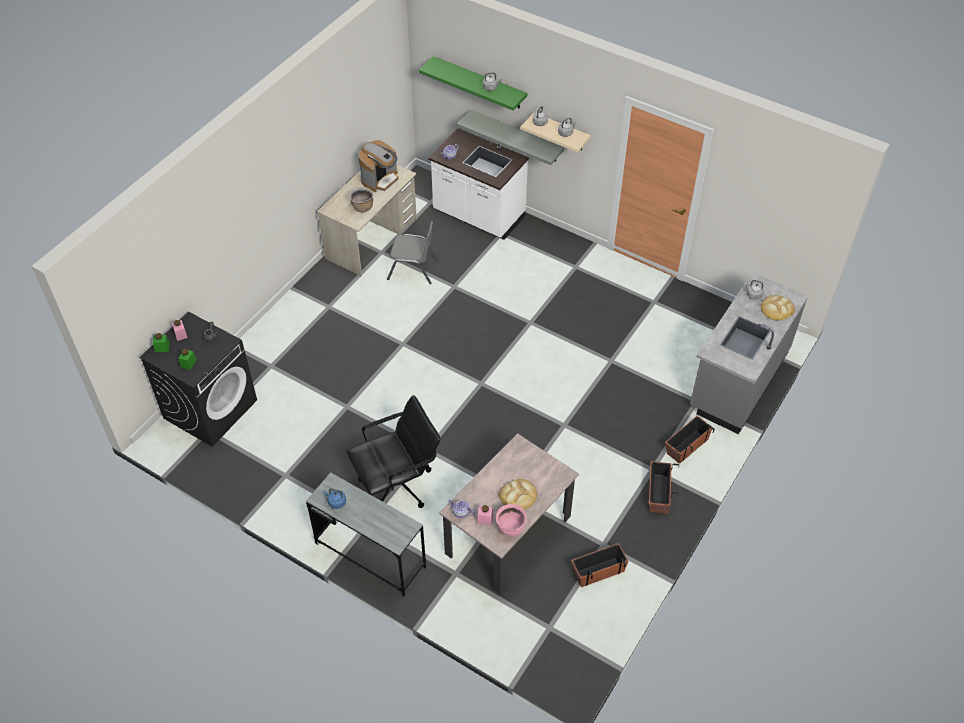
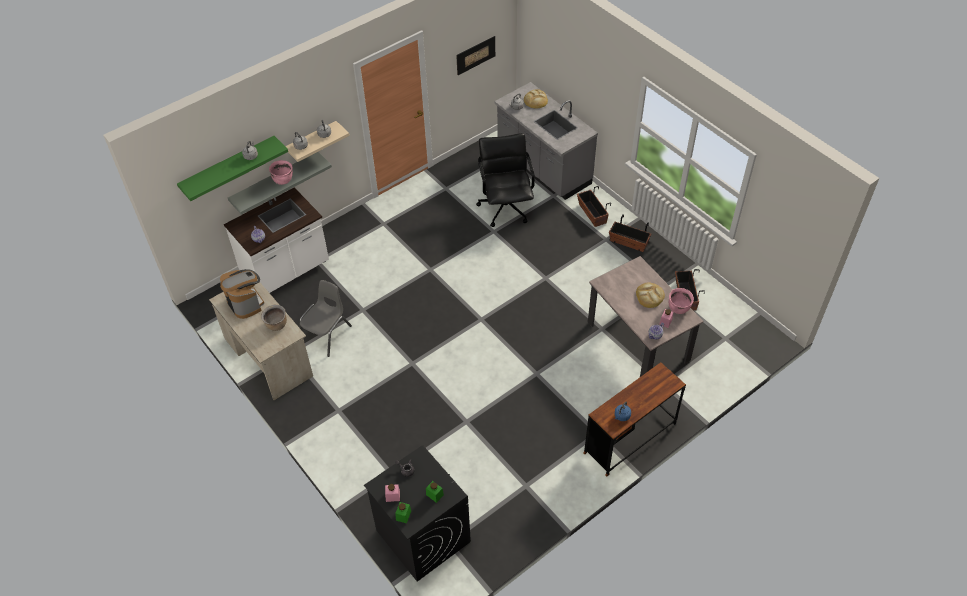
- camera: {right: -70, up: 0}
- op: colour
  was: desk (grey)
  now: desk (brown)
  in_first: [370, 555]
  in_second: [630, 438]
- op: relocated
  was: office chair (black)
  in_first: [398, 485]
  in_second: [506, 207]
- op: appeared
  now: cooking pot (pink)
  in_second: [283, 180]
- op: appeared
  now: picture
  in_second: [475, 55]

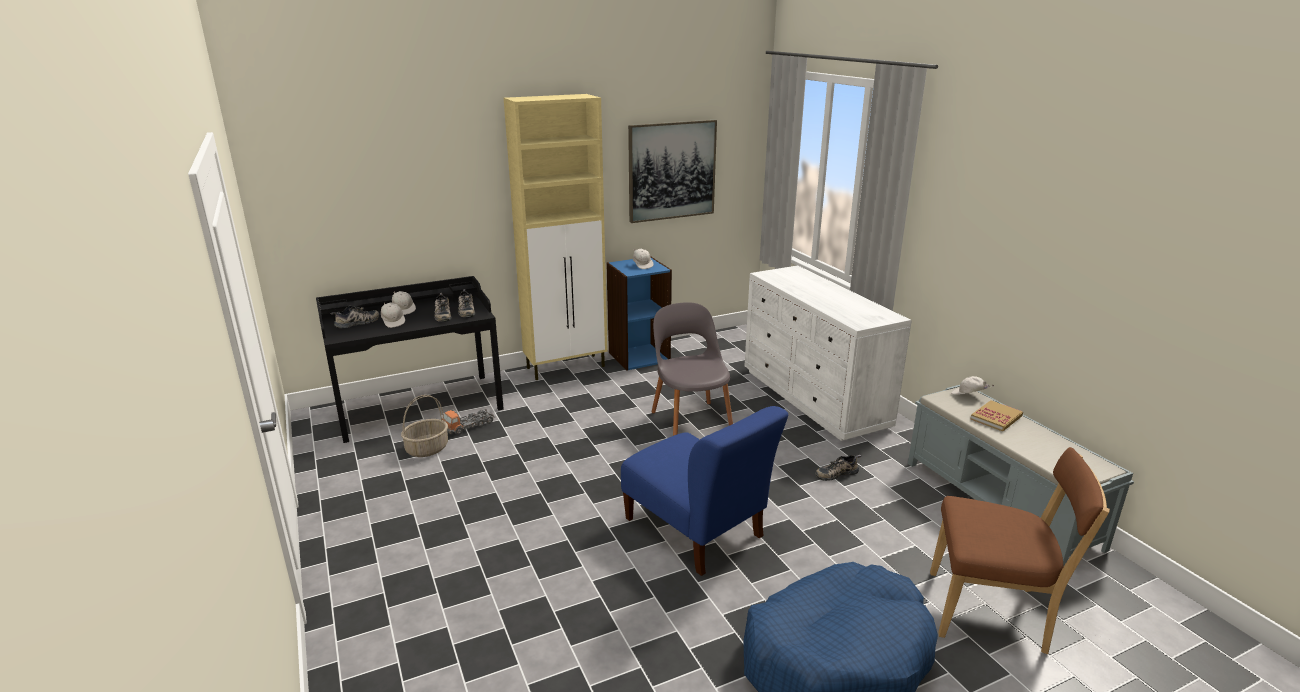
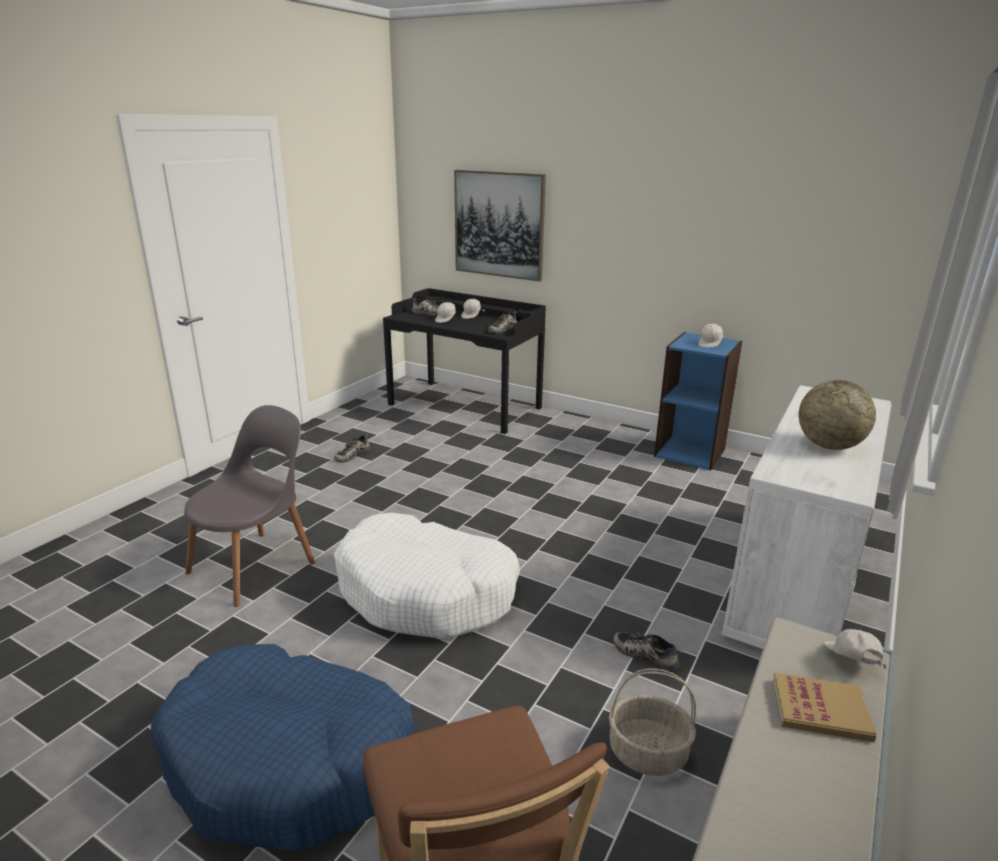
- camera: {right: 55, up: 0}
- op: relocated
  was: basket
  in_first: [427, 448]
  in_second: [648, 752]
- op: relocated
  was: shoe
  in_first: [442, 314]
  in_second: [352, 454]
- op: missing
  was: toy truck
  in_first: [469, 426]
- op: missing
  was: cabinet (beige)
  in_first: [567, 367]
- op: exchanged
  was: chair (blue)
  now: dog bed (white)
  in_first: [697, 531]
  in_second: [427, 592]
- op: relocated
  was: picture
  in_first: [671, 170]
  in_second: [499, 225]
- op: relocated
  was: chair (grey)
  in_first: [690, 420]
  in_second: [256, 565]
- op: appeared
  now: globe
  in_second: [829, 446]

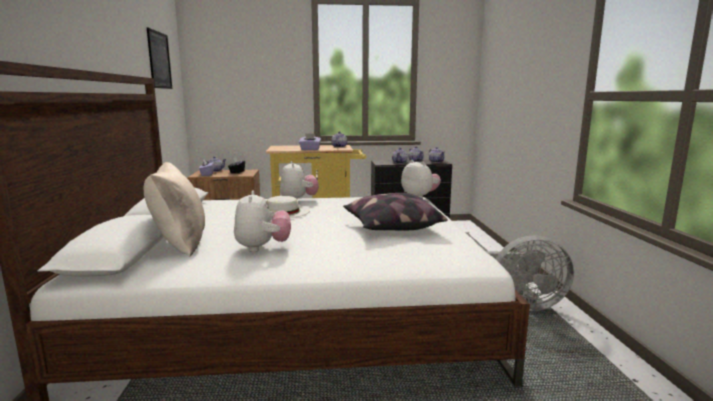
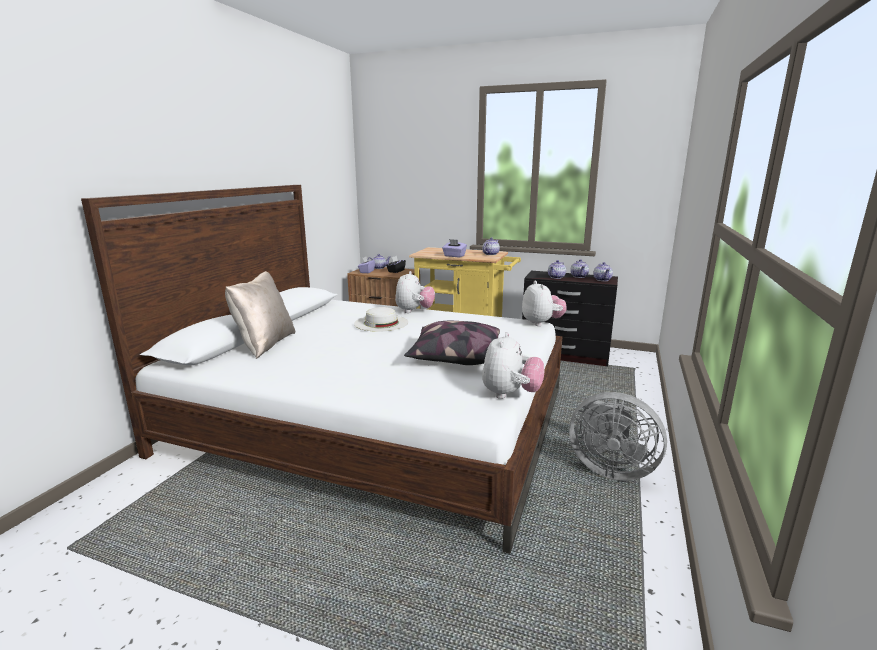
- camera: {right: 25, up: 5}
- op: missing
  was: picture
  in_first: [159, 60]
- op: relocated
  was: plush toy
  in_first: [262, 248]
  in_second: [510, 394]

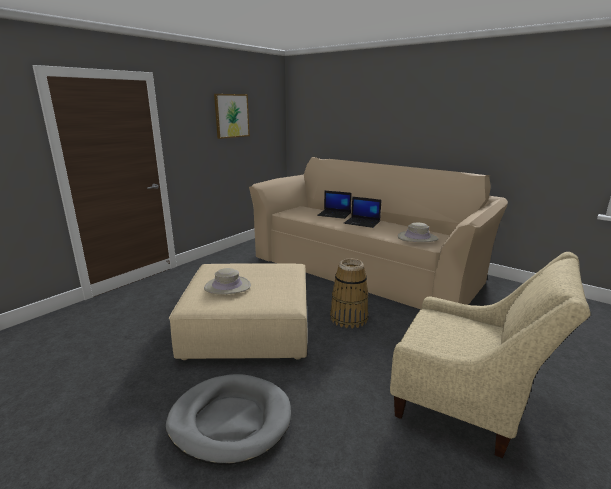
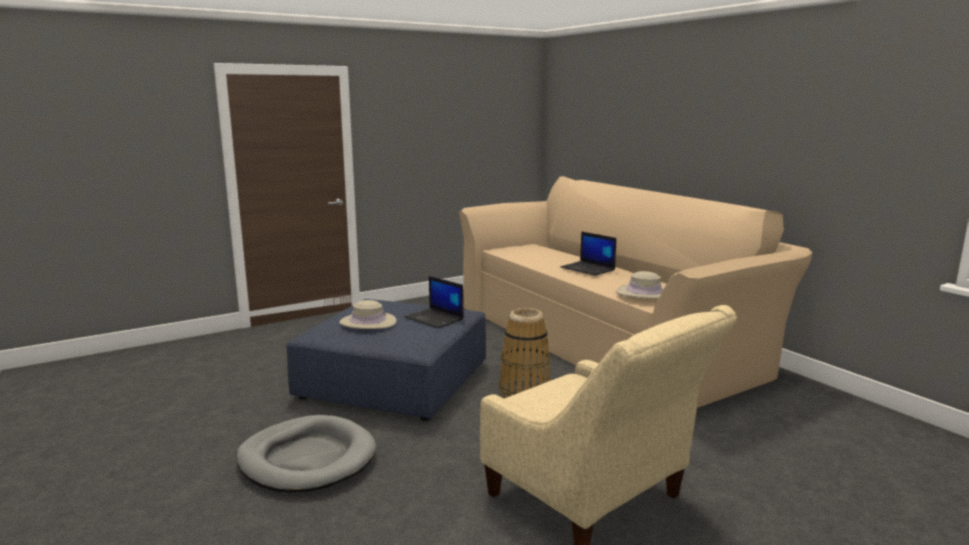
- camera: {right: 20, up: -5}
- op: colour
  was: ottoman (beige)
  now: ottoman (blue)
  in_first: [248, 327]
  in_second: [394, 380]
- op: missing
  was: picture
  in_first: [231, 116]
- op: relocated
  was: laptop
  in_first: [334, 214]
  in_second: [435, 318]

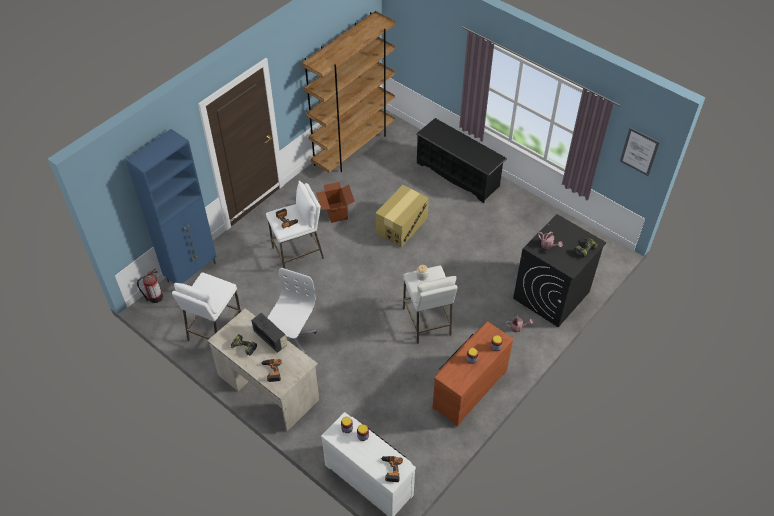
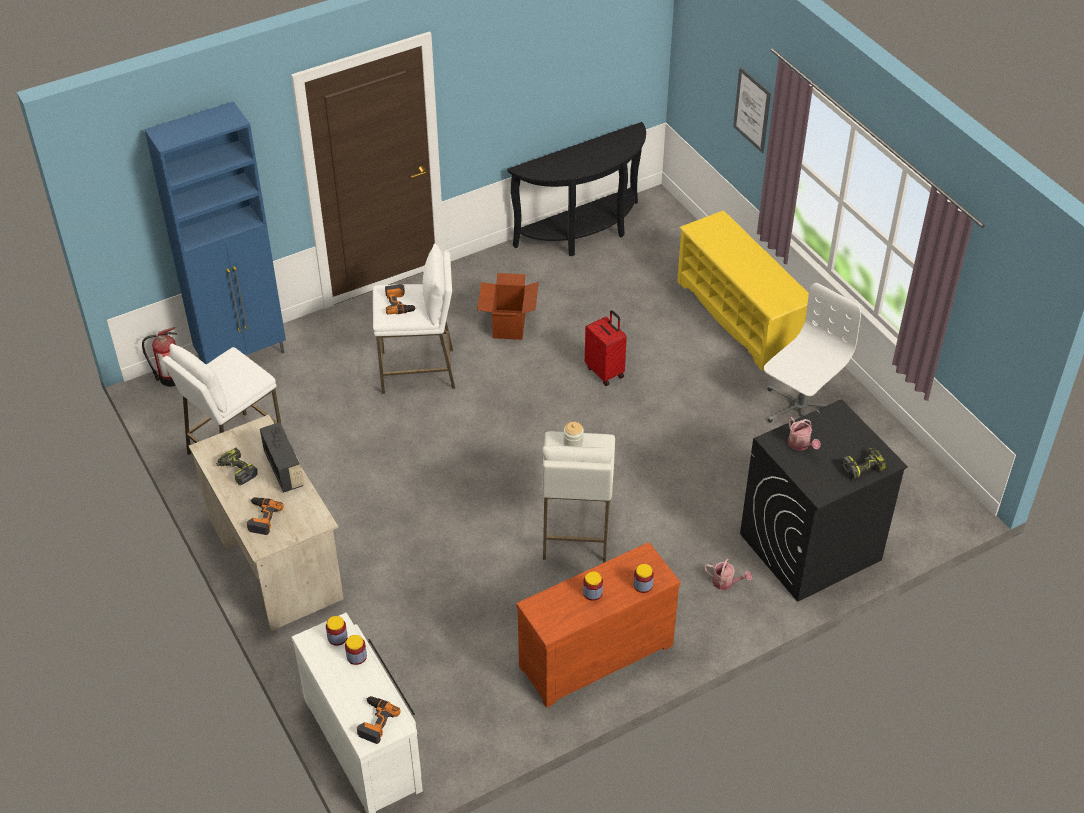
- camera: {right: 20, up: -5}
- op: relocated
  was: office chair (white)
  in_first: [292, 337]
  in_second: [799, 407]
- op: exchanged
  was: bookcase (brown)
  now: console table (black)
  in_first: [353, 147]
  in_second: [584, 233]
- op: exchanged
  was: cardboard box
  now: suitcase (red)
  in_first: [401, 226]
  in_second: [605, 372]
- op: colour
  was: shoe rack (black)
  now: shoe rack (yellow)
  in_first: [458, 174]
  in_second: [739, 316]
- op: relocated
  was: picture
  in_first: [639, 151]
  in_second: [752, 110]

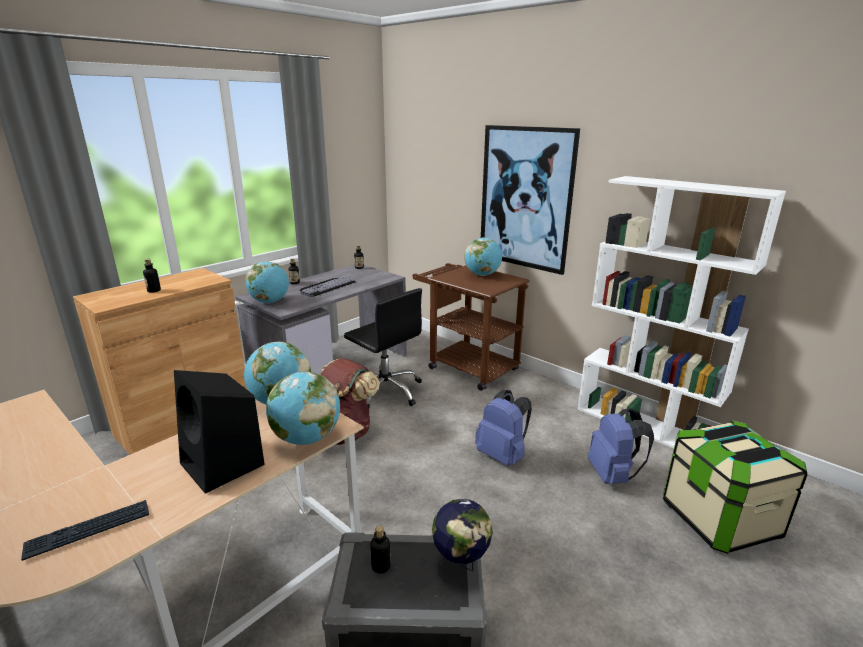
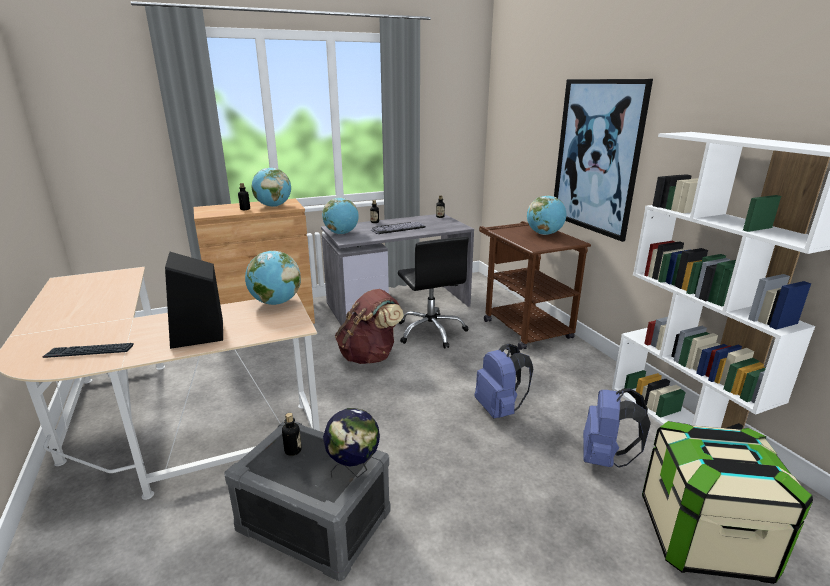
- camera: {right: 25, up: 0}
- op: relocated
  was: globe
  in_first: [306, 438]
  in_second: [273, 206]

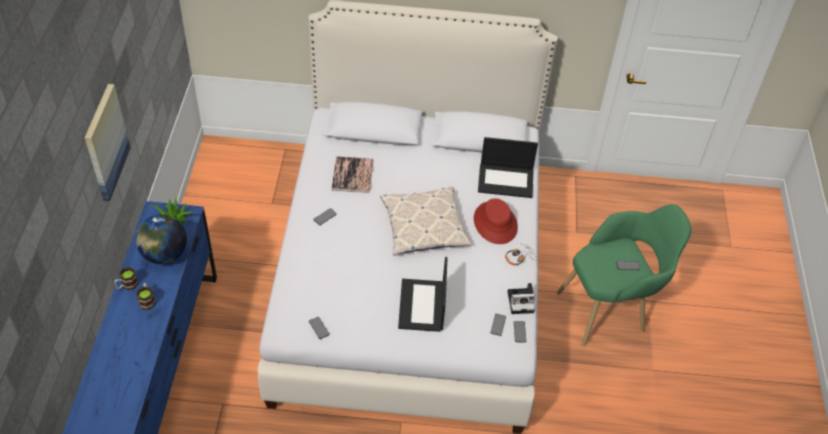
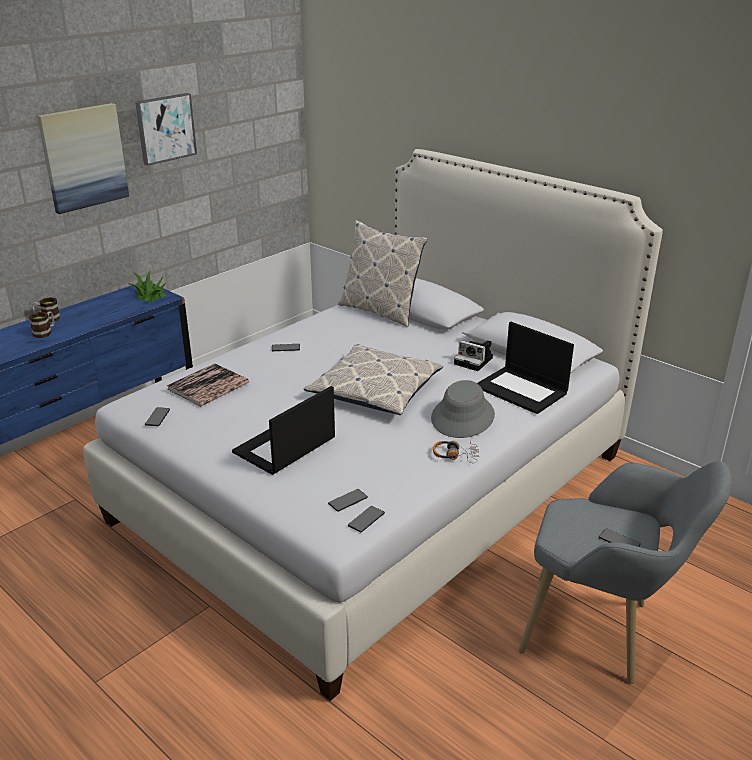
- camera: {right: 40, up: -20}
- op: missing
  was: globe
  in_first: [164, 255]
- op: relocated
  was: book
  in_first: [352, 175]
  in_second: [208, 386]
- op: colour
  was: hat (red)
  now: hat (grey)
  in_first: [495, 223]
  in_second: [463, 417]
- op: relocated
  was: photo camera
  in_first: [521, 301]
  in_second: [475, 361]
- op: colour
  was: armchair (green)
  now: armchair (grey)
  in_first: [611, 309]
  in_second: [603, 634]
- op: appeared
  now: picture
  in_second: [165, 128]
- op: appeared
  now: pillow
  in_second: [380, 311]

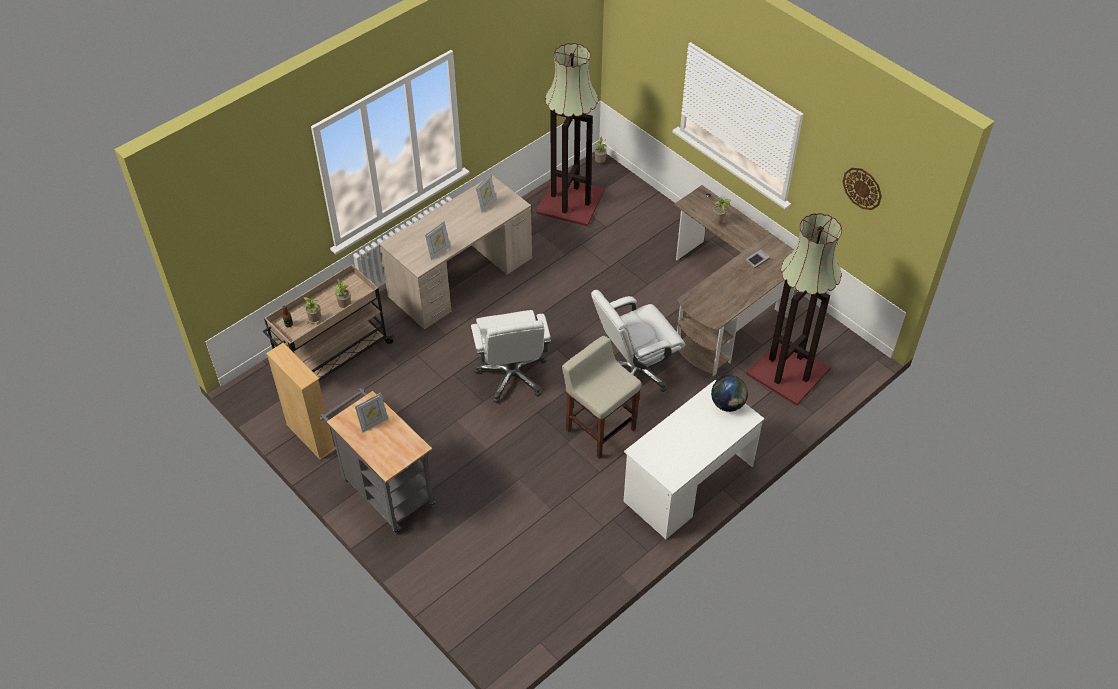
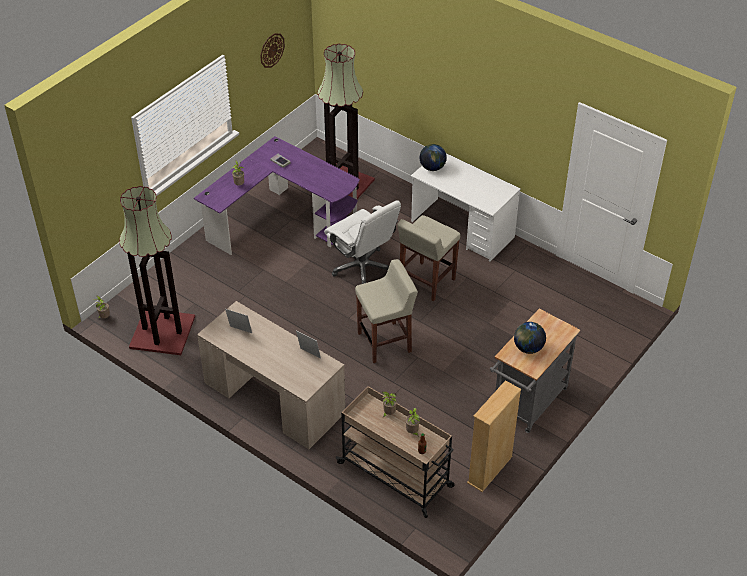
- camera: {right: -100, up: -5}
- op: exchanged
  was: picture frame
  now: globe
  in_first: [373, 423]
  in_second: [528, 348]
- op: exchanged
  was: office chair (white)
  now: stool (beige)
  in_first: [512, 376]
  in_second: [385, 342]
- op: colour
  was: desk (brown)
  now: desk (purple)
  in_first: [727, 308]
  in_second: [282, 221]

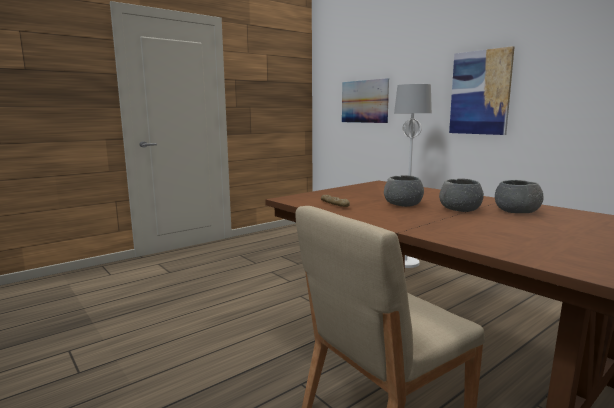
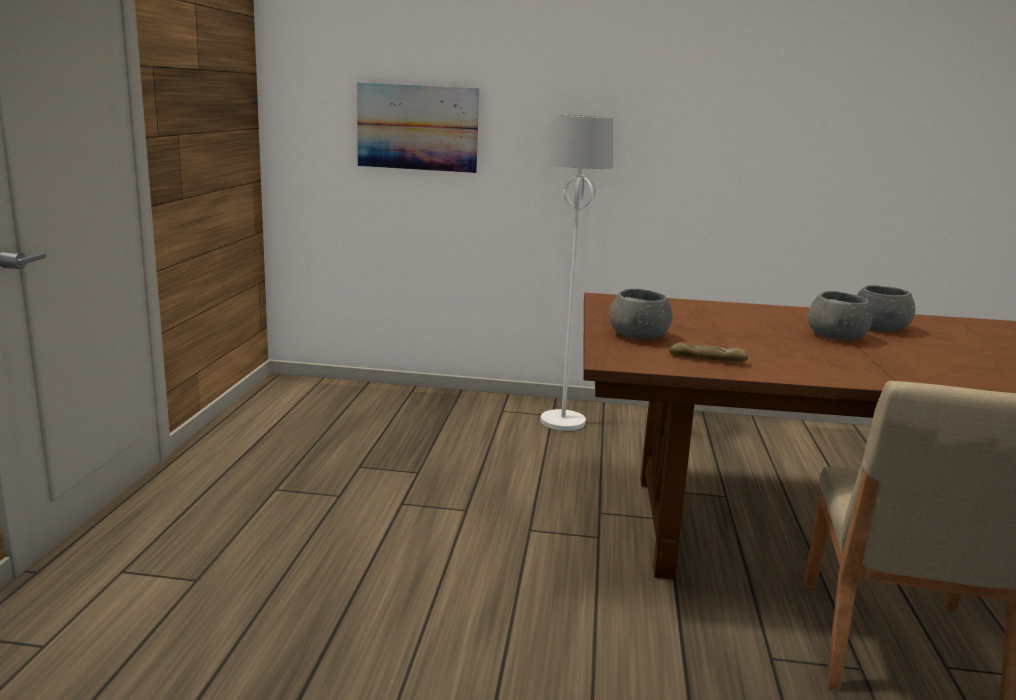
- camera: {right: -45, up: 5}
- op: relocated
  was: bowl (grey)
  in_first: [403, 204]
  in_second: [638, 335]
- op: missing
  was: picture
  in_first: [480, 93]

